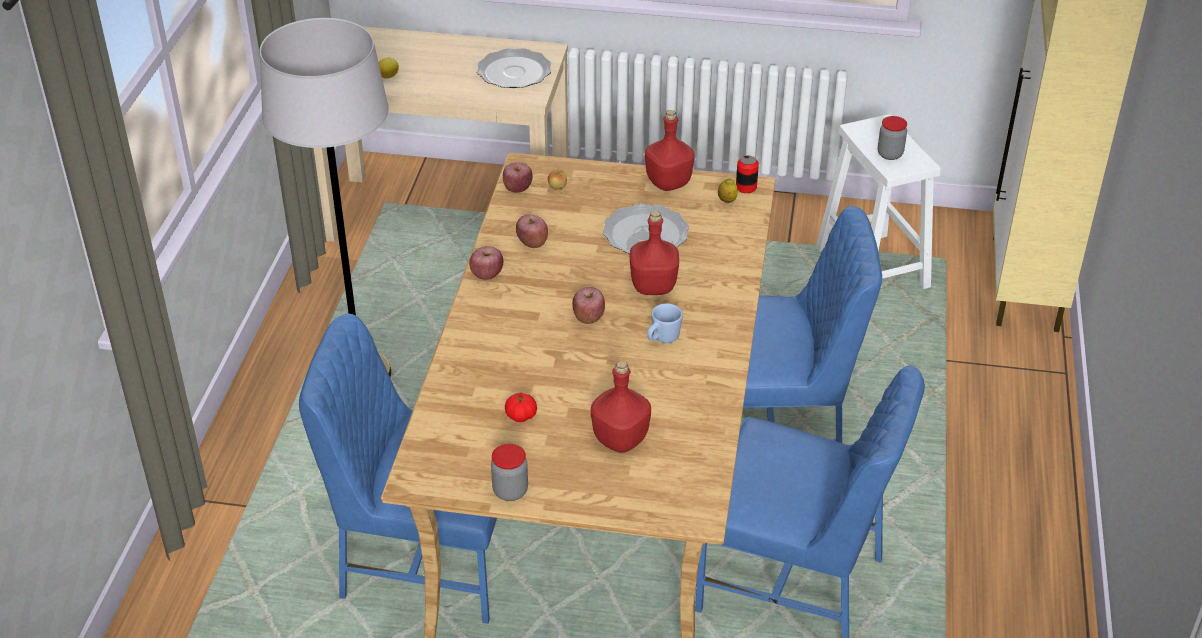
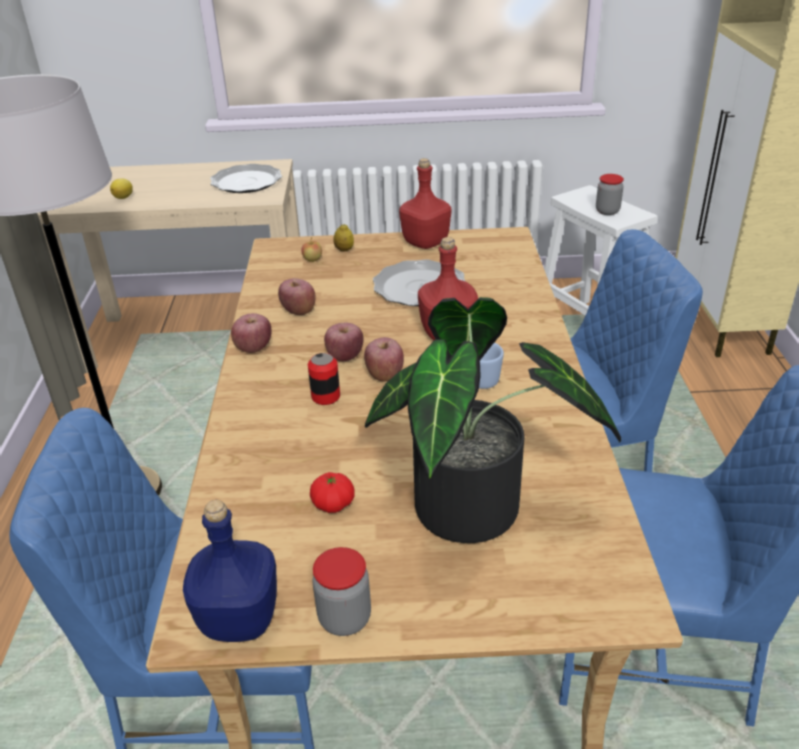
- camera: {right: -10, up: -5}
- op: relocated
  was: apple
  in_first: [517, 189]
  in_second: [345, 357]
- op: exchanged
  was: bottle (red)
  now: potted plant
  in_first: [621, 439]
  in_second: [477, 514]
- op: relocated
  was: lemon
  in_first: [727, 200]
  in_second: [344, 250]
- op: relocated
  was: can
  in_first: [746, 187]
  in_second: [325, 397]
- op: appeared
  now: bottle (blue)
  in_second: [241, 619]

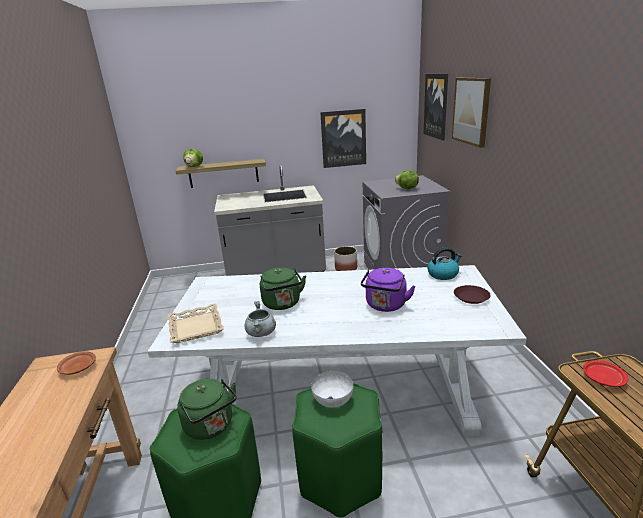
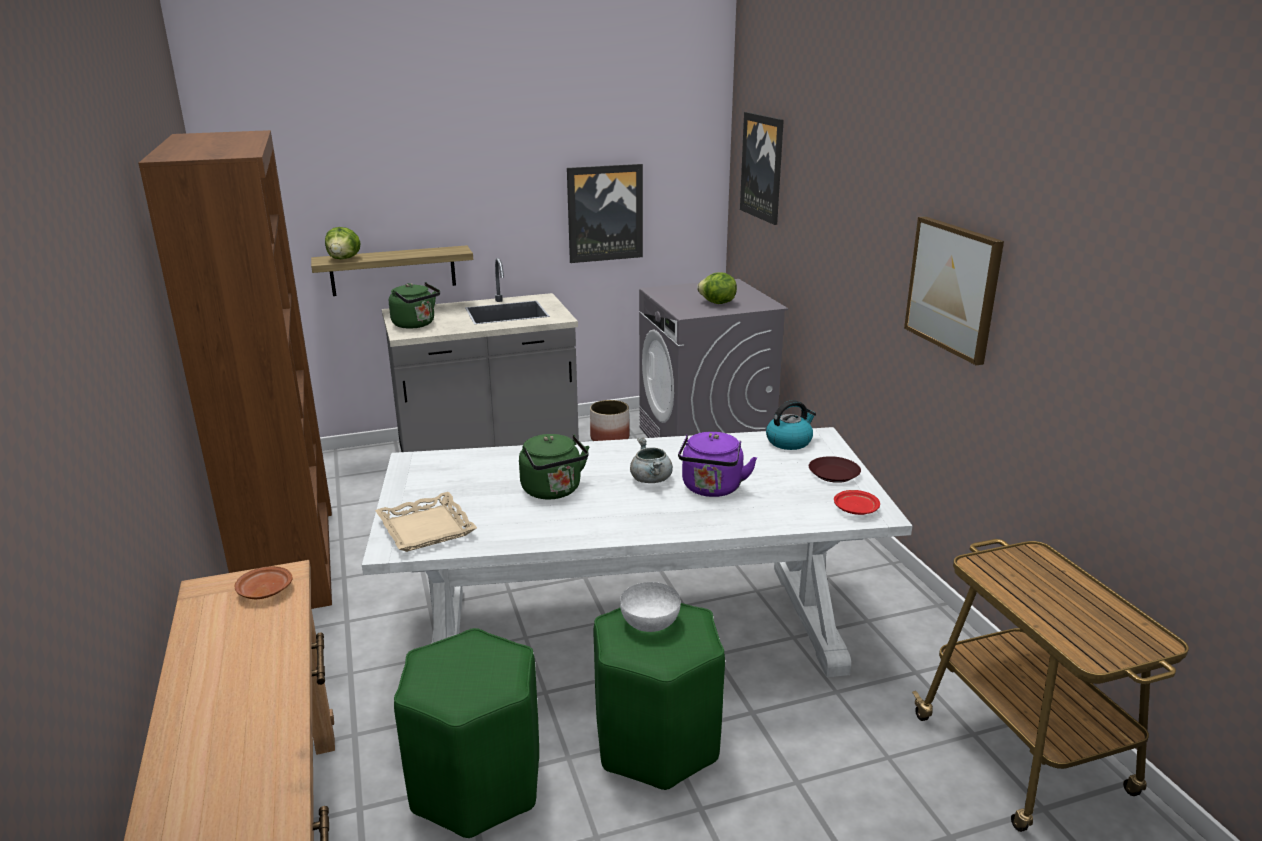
- camera: {right: -10, up: 0}
- op: relocated
  was: kettle (green)
  in_first: [211, 426]
  in_second: [416, 324]
- op: relocated
  was: cooking pot (grey)
  in_first: [261, 333]
  in_second: [651, 480]
- op: relocated
  was: picture
  in_first: [471, 111]
  in_second: [953, 288]
- op: relocated
  was: plate (red)
  in_first: [603, 378]
  in_second: [855, 509]
- op: appeared
  now: bookcase (brown)
  in_second: [290, 559]

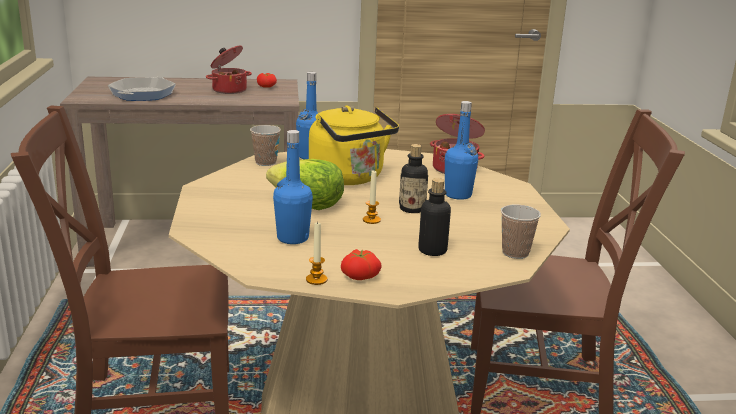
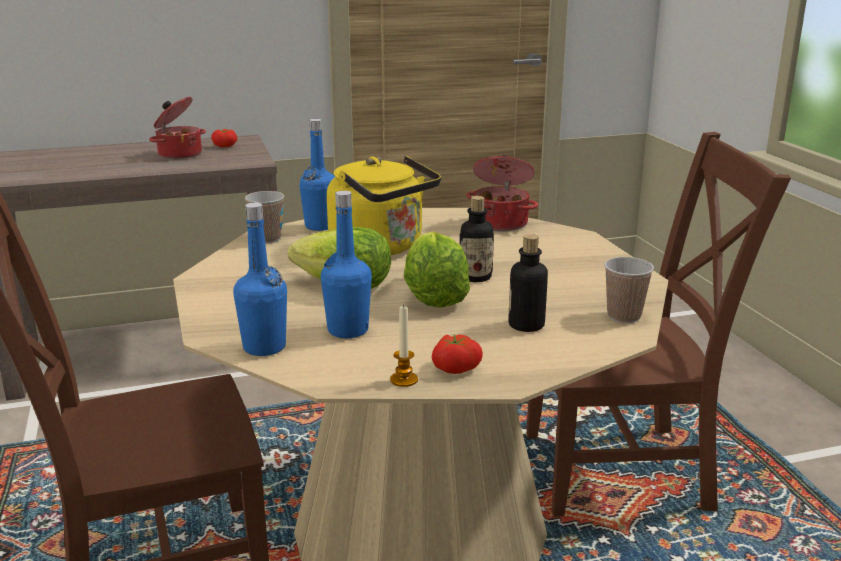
- camera: {right: -10, up: 0}
- op: missing
  was: frying pan
  in_first: [142, 94]
- op: exchanged
  was: candle
  now: lettuce
  in_first: [371, 220]
  in_second: [434, 296]
- op: relocated
  was: bottle (blue)
  in_first: [458, 195]
  in_second: [264, 347]

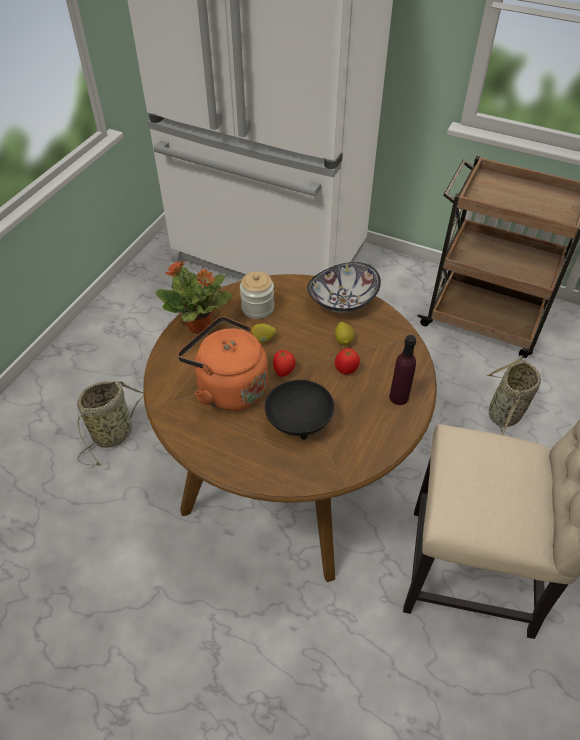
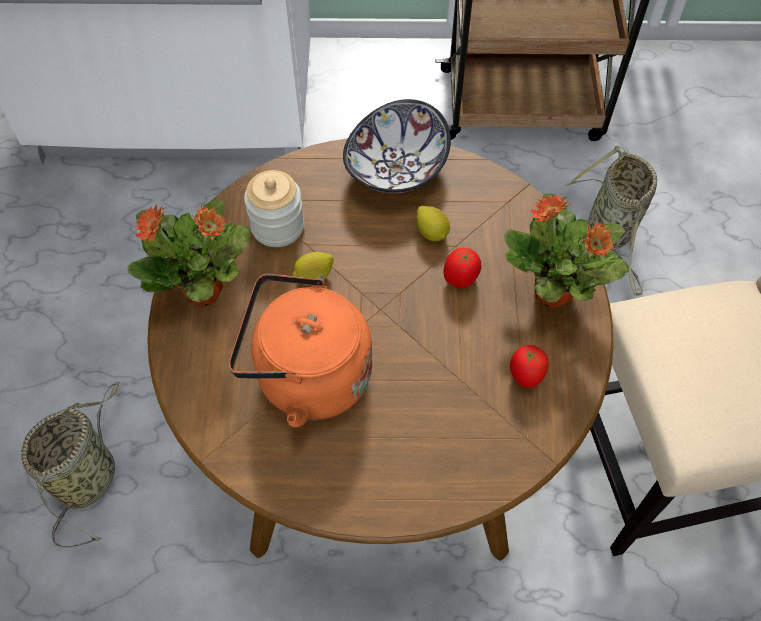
- camera: {right: -25, up: 10}
- op: missing
  was: bowl (black)
  in_first: [300, 422]
- op: relocated
  was: tomato
  in_first: [284, 372]
  in_second: [525, 375]
- op: exchanged
  was: bottle (purple)
  now: potted plant
  in_first: [399, 397]
  in_second: [554, 293]

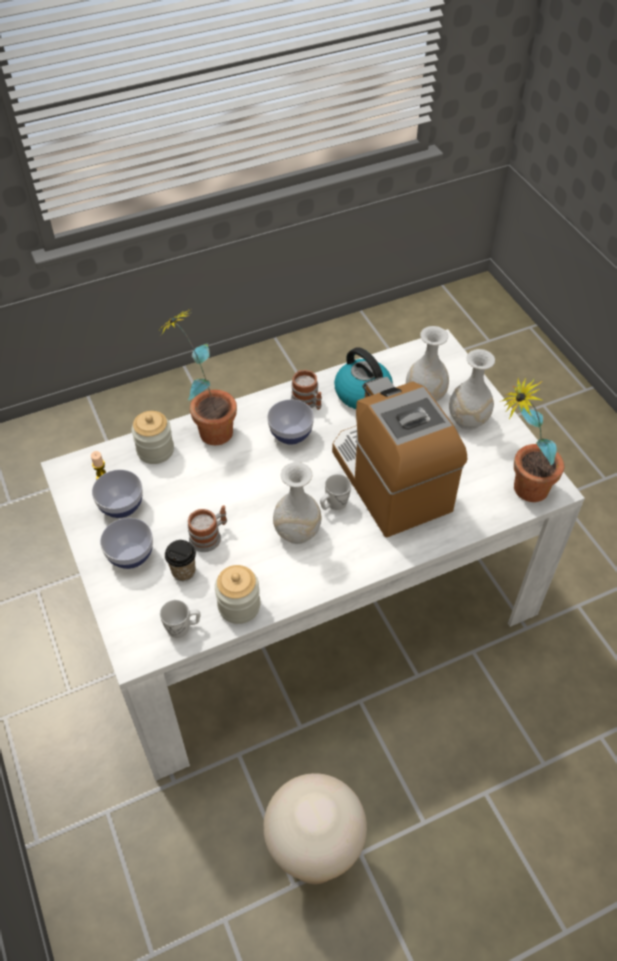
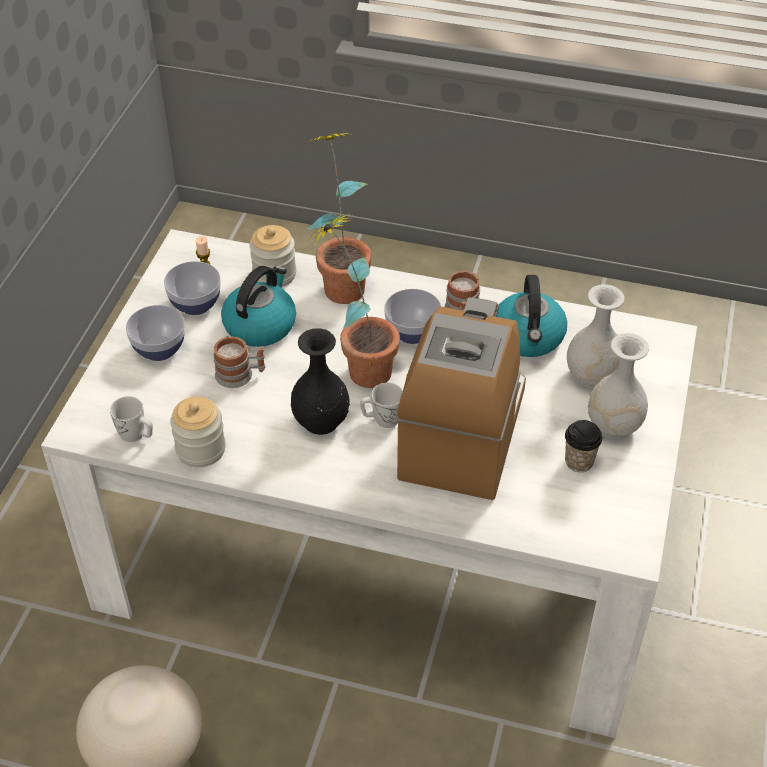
- camera: {right: 40, up: -5}
- op: relocated
  was: cup
  in_first: [183, 571]
  in_second: [579, 461]
- op: colour
  was: vase (white)
  now: vase (black)
  in_first: [297, 532]
  in_second: [320, 421]
- op: relocated
  was: potted plant
  in_first: [519, 489]
  in_second: [359, 366]
- op: appeared
  now: kettle
  in_second: [260, 325]

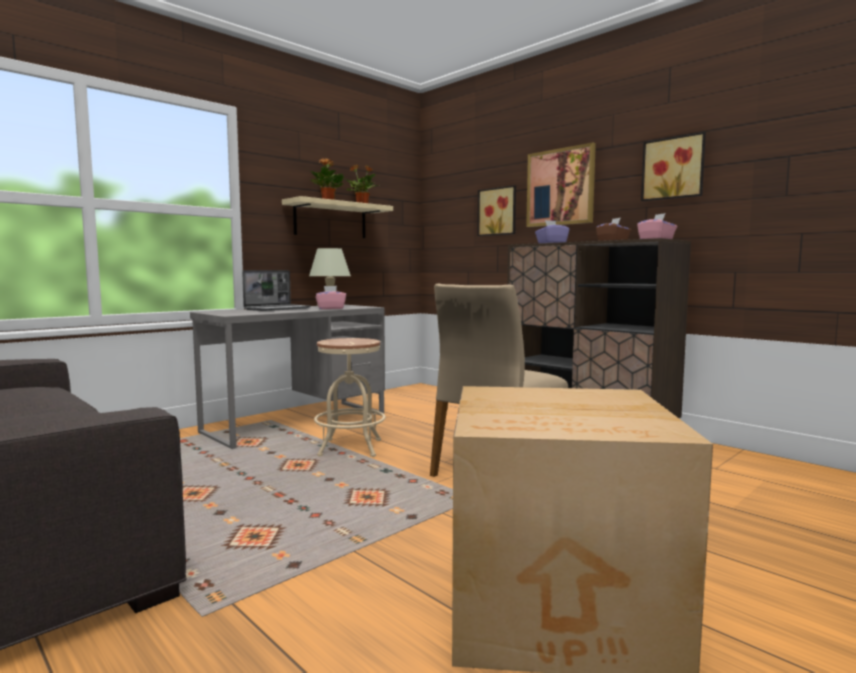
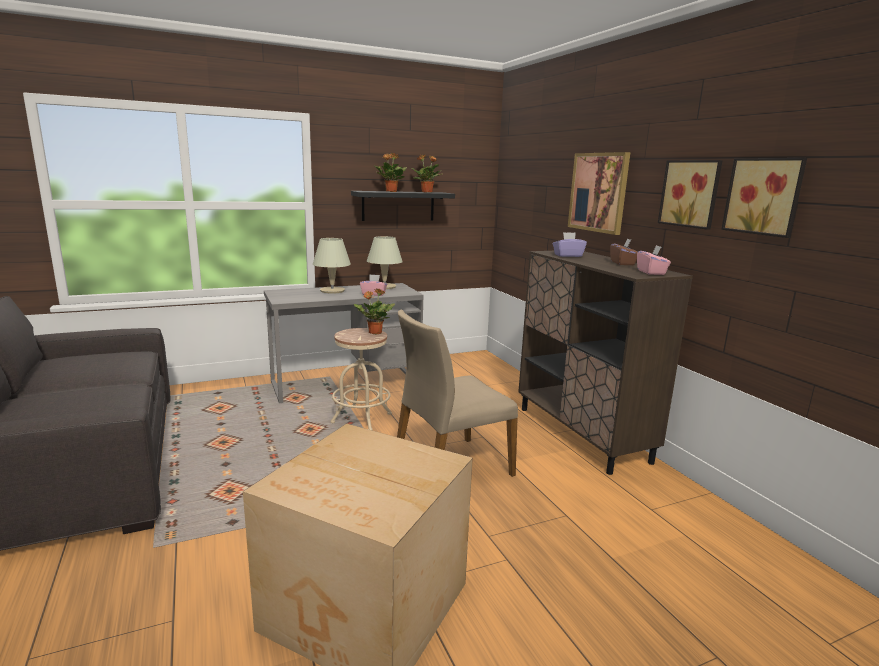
- camera: {right: 20, up: 10}
- op: exchanged
  was: laptop
  now: table lamp (beige)
  in_first: [278, 309]
  in_second: [332, 290]
- op: colour
  was: shelf (beige)
  now: shelf (black)
  in_first: [330, 220]
  in_second: [398, 206]
- op: relocated
  was: picture
  in_first: [498, 211]
  in_second: [764, 196]
- op: appeared
  now: potted plant
  in_second: [374, 332]

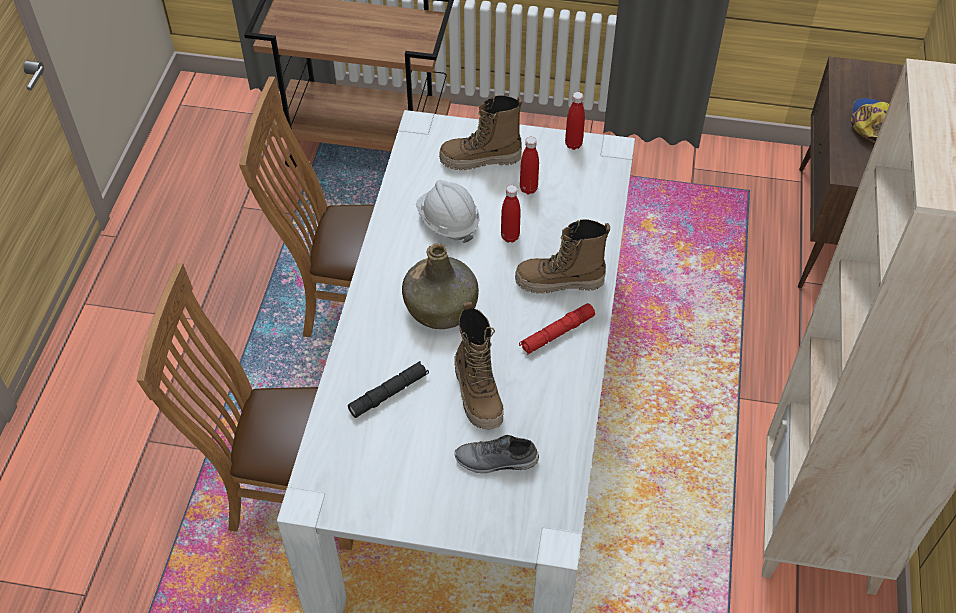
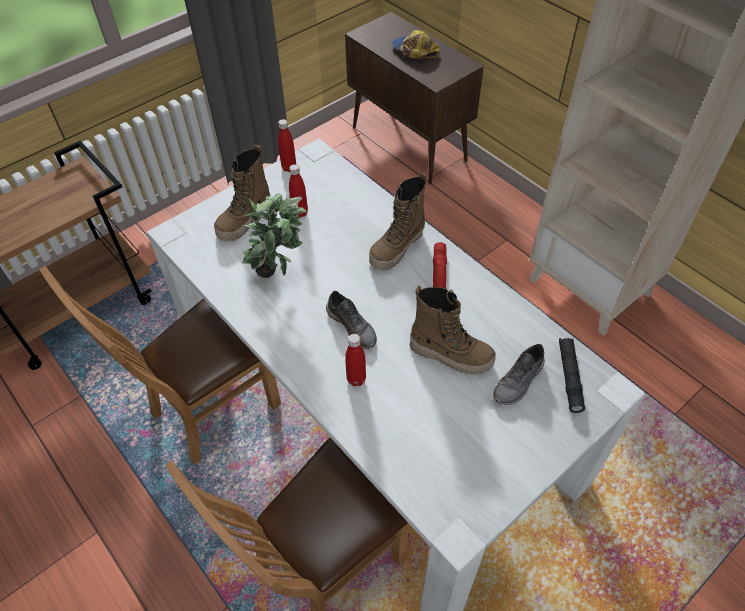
- camera: {right: -50, up: 0}
- op: relocated
  was: flashlight (black)
  in_first: [389, 393]
  in_second: [569, 377]
- op: exchanged
  was: bottle (green)
  now: shoe (grey)
  in_first: [441, 307]
  in_second: [352, 326]
- op: exchanged
  was: hard hat (white)
  now: potted plant
  in_first: [448, 222]
  in_second: [279, 273]
- op: relocated
  was: bottle (red)
  in_first: [510, 237]
  in_second: [356, 379]

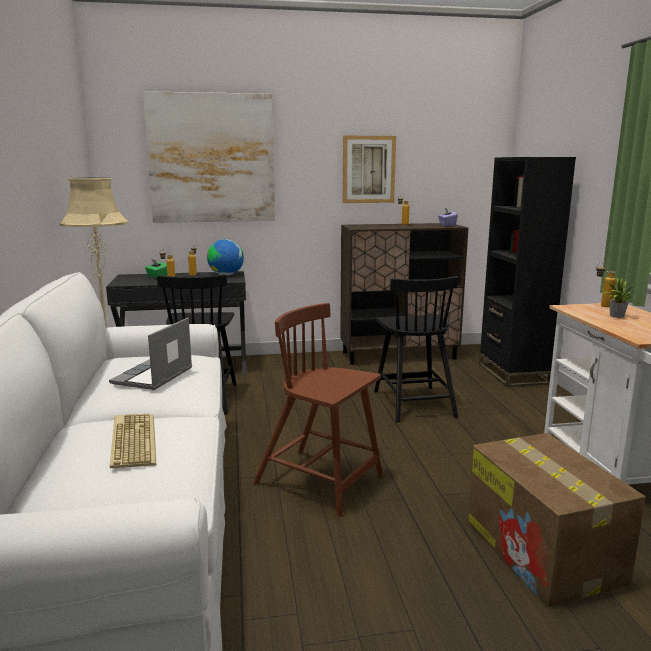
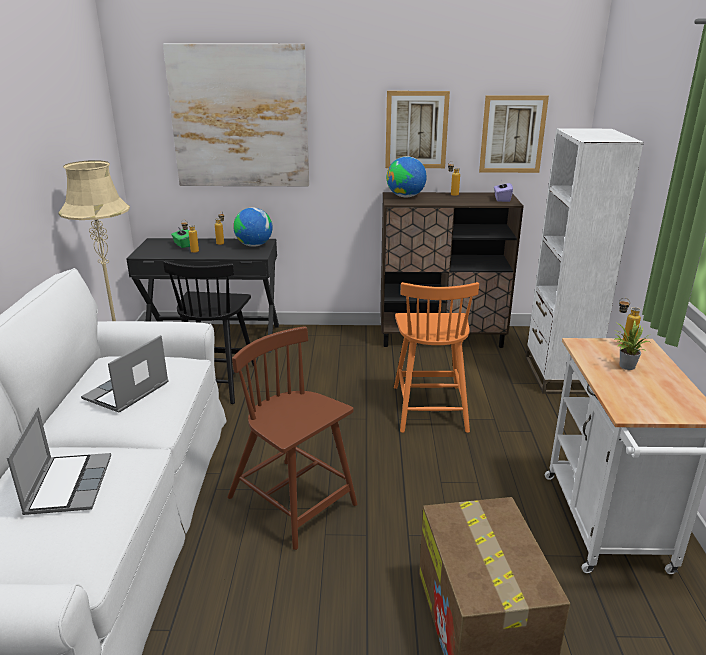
- camera: {right: 10, up: 10}
- op: exchanged
  was: keyboard
  now: laptop
  in_first: [132, 441]
  in_second: [68, 484]
- op: colour
  was: chair (black)
  now: chair (orange)
  in_first: [413, 403]
  in_second: [429, 407]
- op: colour
  was: bookcase (black)
  now: bookcase (white)
  in_first: [513, 374]
  in_second: [558, 375]
- op: appeared
  now: globe
  in_second: [406, 196]
- op: appeared
  now: picture
  in_second: [512, 134]

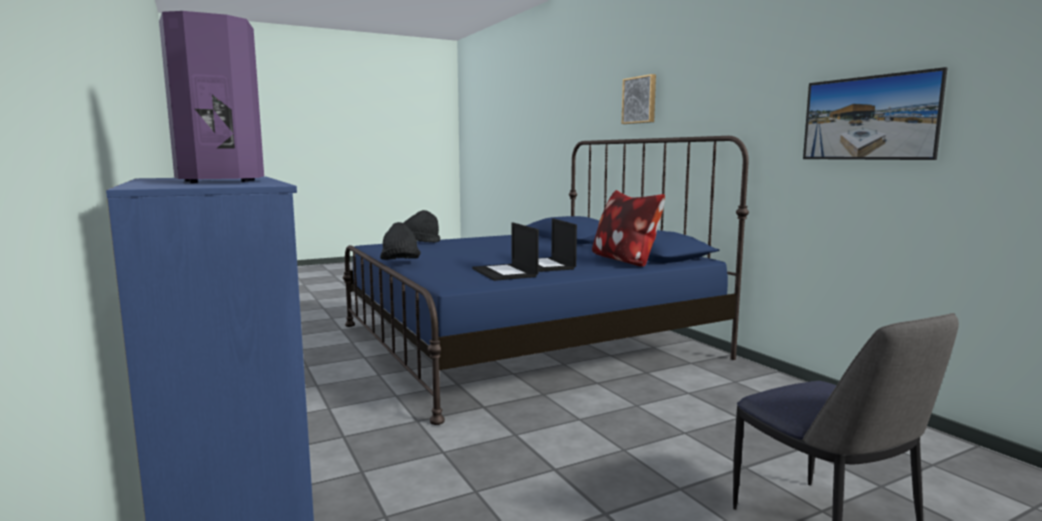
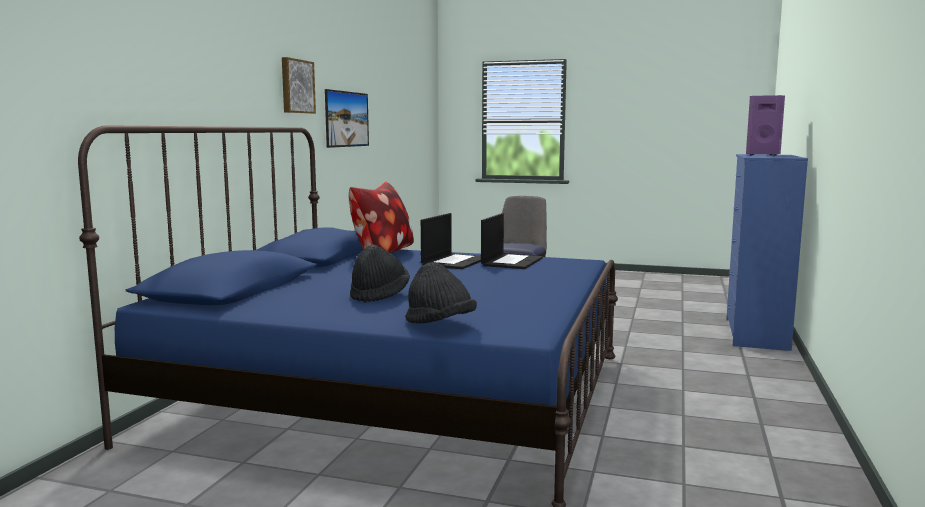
- camera: {right: -135, up: 0}
- op: relocated
  was: hat (black)
  in_first: [400, 263]
  in_second: [379, 295]
- op: relocated
  was: picture
  in_first: [640, 100]
  in_second: [296, 86]

